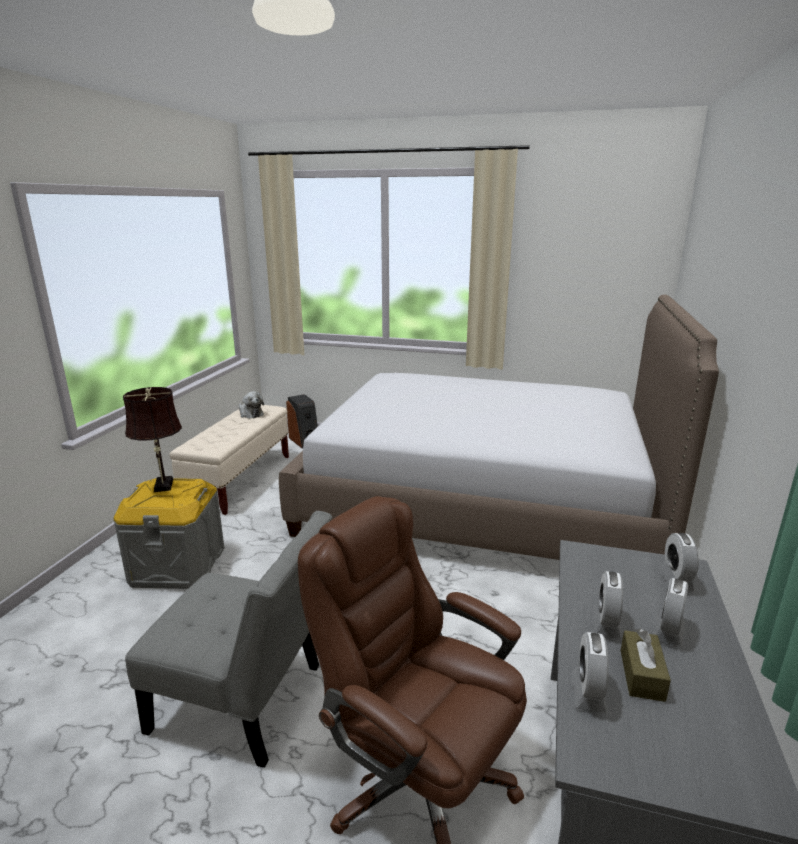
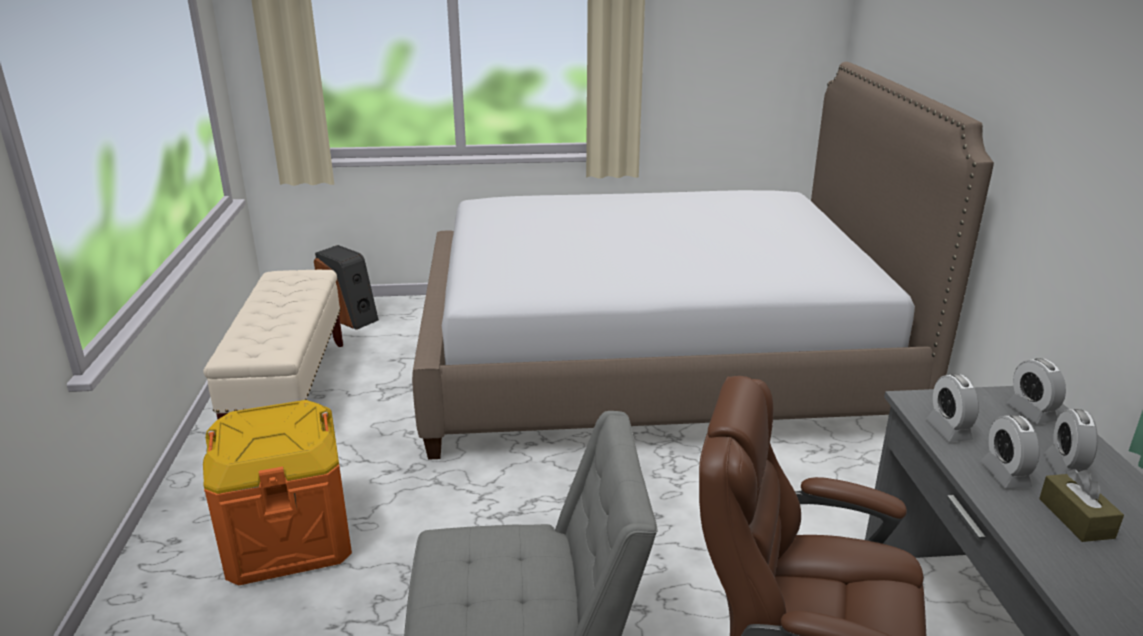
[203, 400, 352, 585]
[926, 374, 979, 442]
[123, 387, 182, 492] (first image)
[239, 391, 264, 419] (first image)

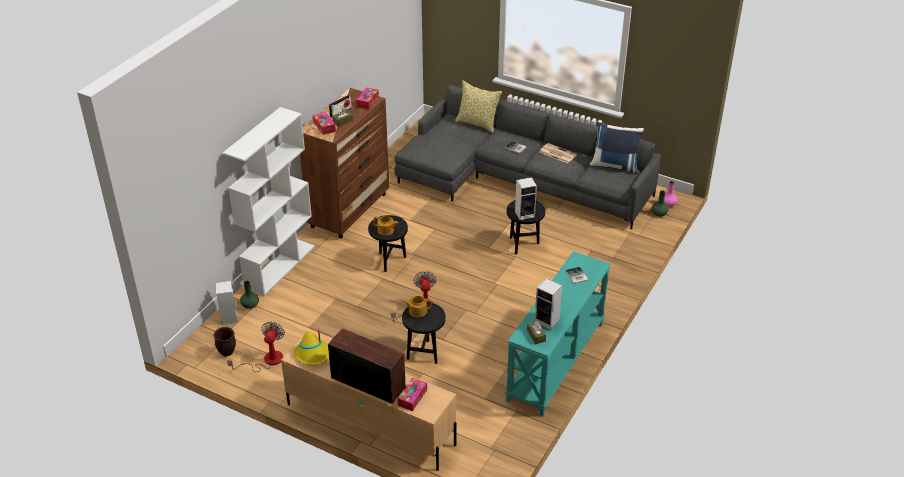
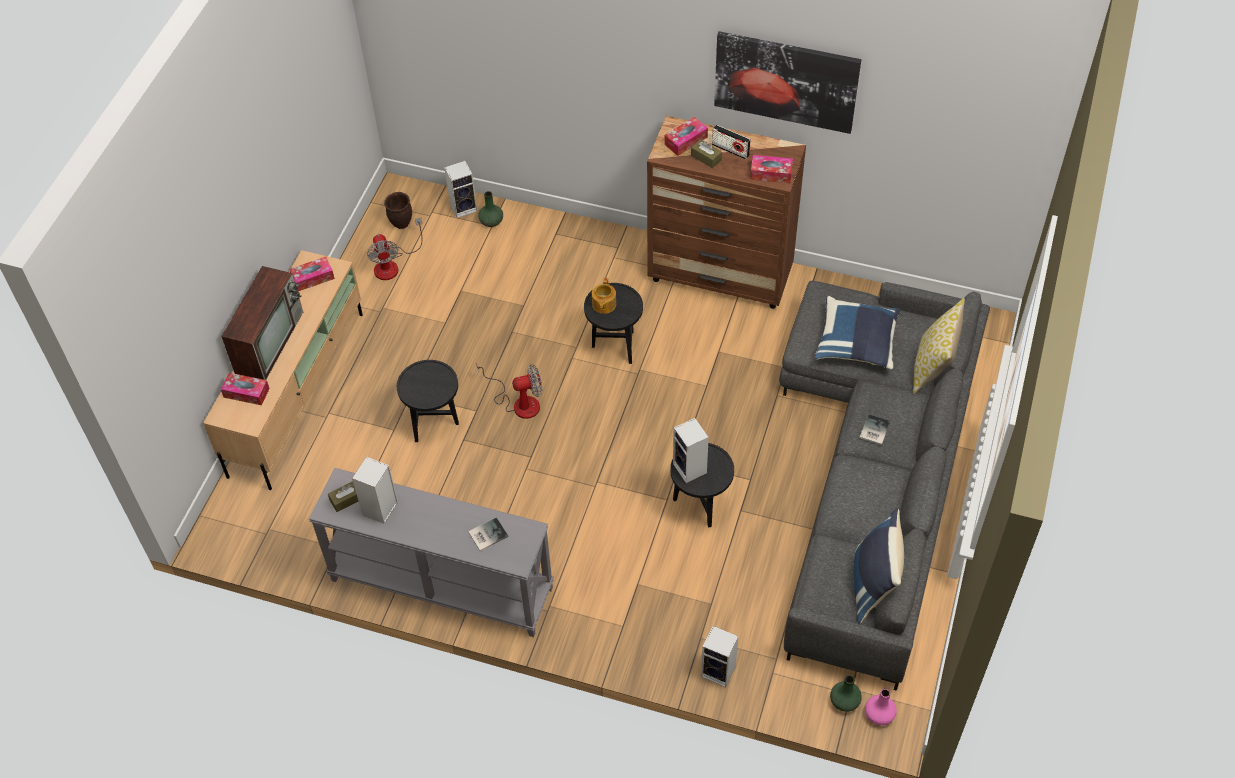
[289, 257, 335, 291]
[309, 468, 554, 637]
[367, 218, 422, 280]
[701, 626, 739, 687]
[714, 31, 861, 134]
[815, 296, 900, 370]
[223, 107, 315, 296] (first image)
[403, 296, 431, 318] (first image)
[539, 143, 577, 164] (first image)

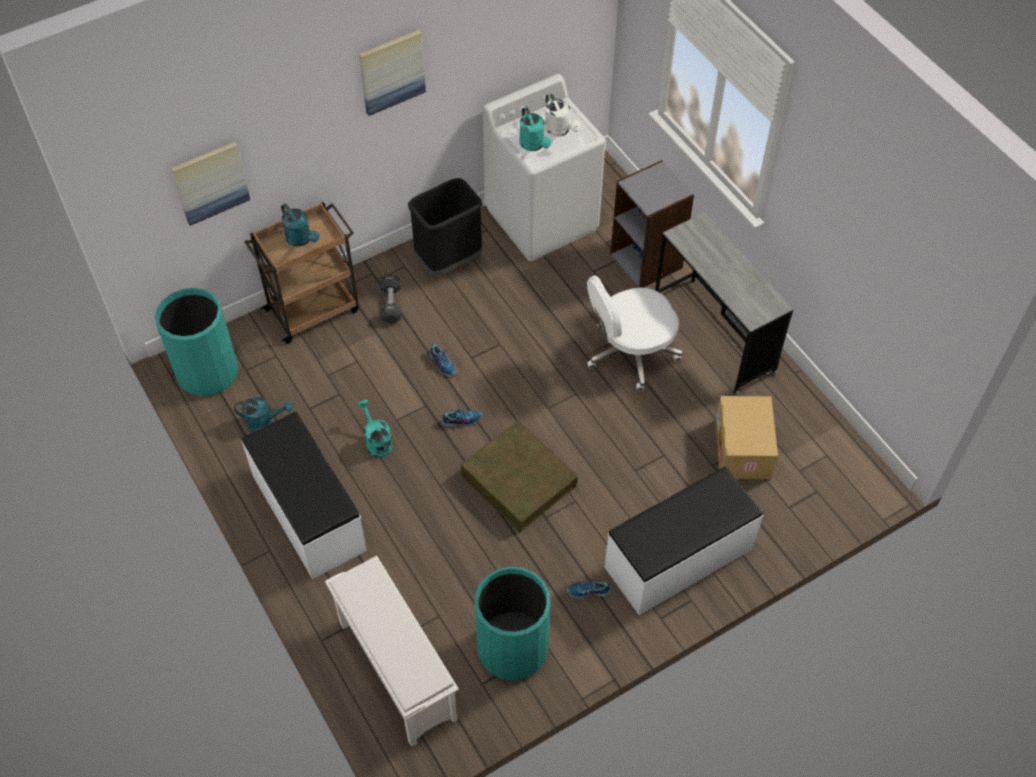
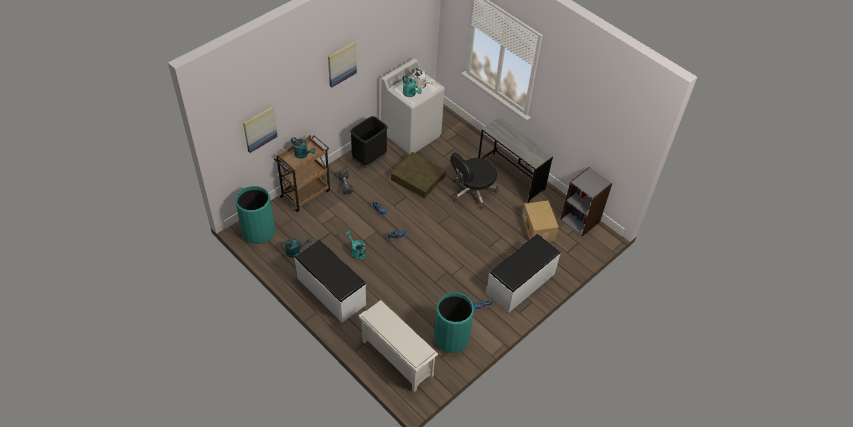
[391, 152, 446, 199]
[451, 153, 498, 209]
[560, 167, 612, 237]

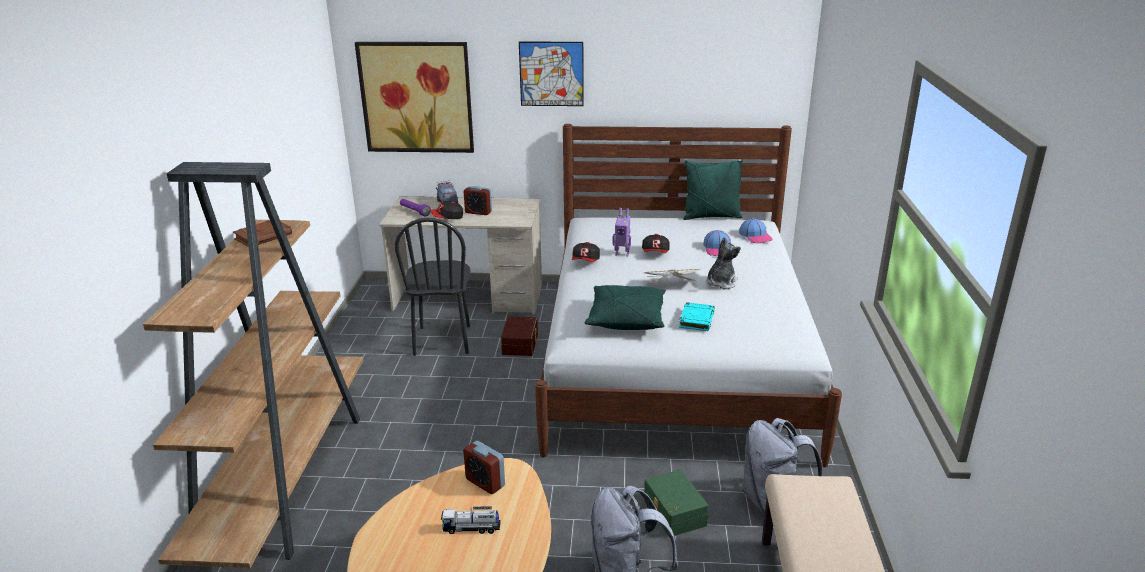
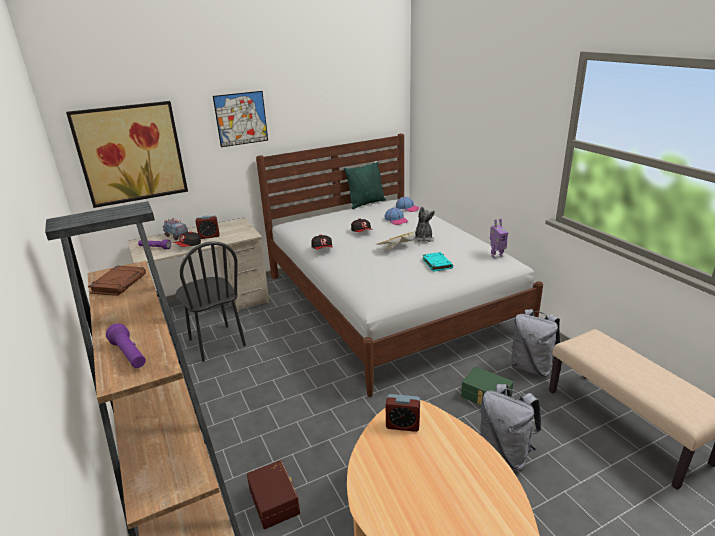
[106, 323, 146, 368]
[247, 460, 300, 529]
[490, 219, 508, 259]
[441, 506, 501, 534] (first image)
[584, 285, 666, 330] (first image)

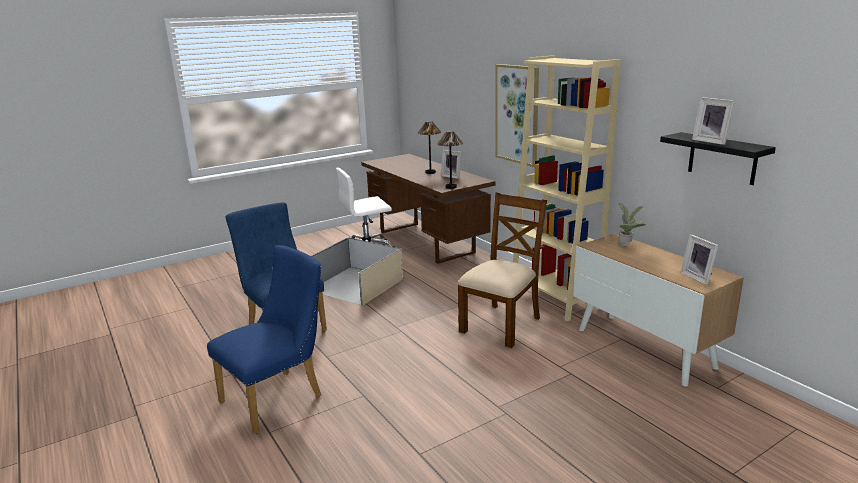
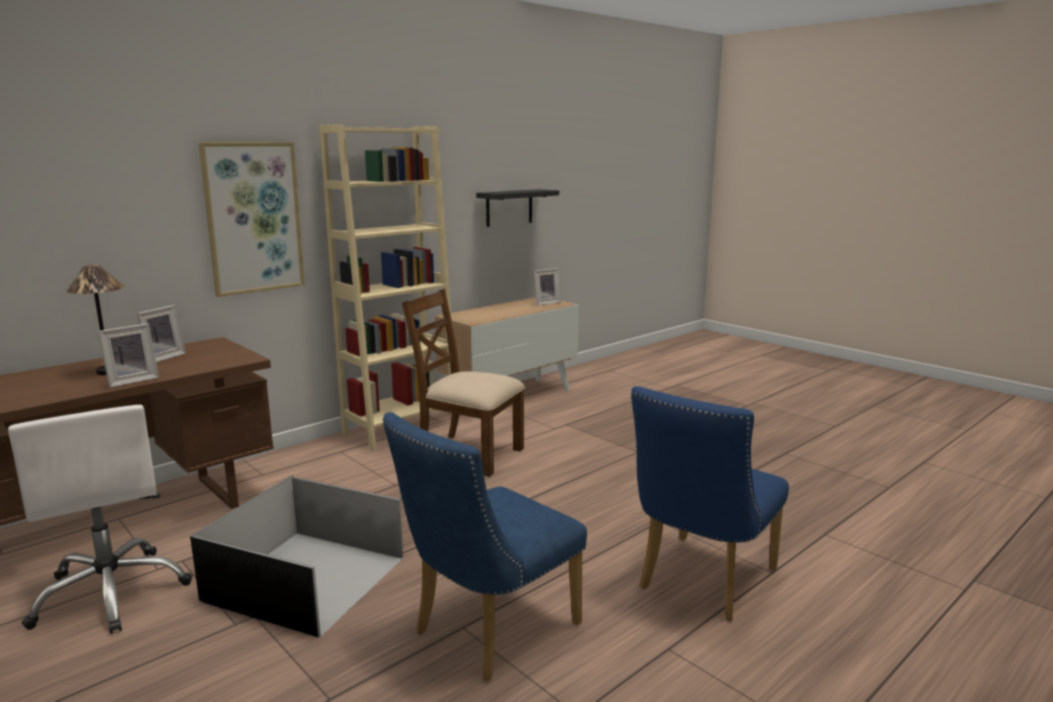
[98, 323, 159, 388]
[190, 475, 404, 637]
[631, 386, 789, 621]
[437, 131, 463, 189] (first image)
[618, 203, 646, 246] (first image)

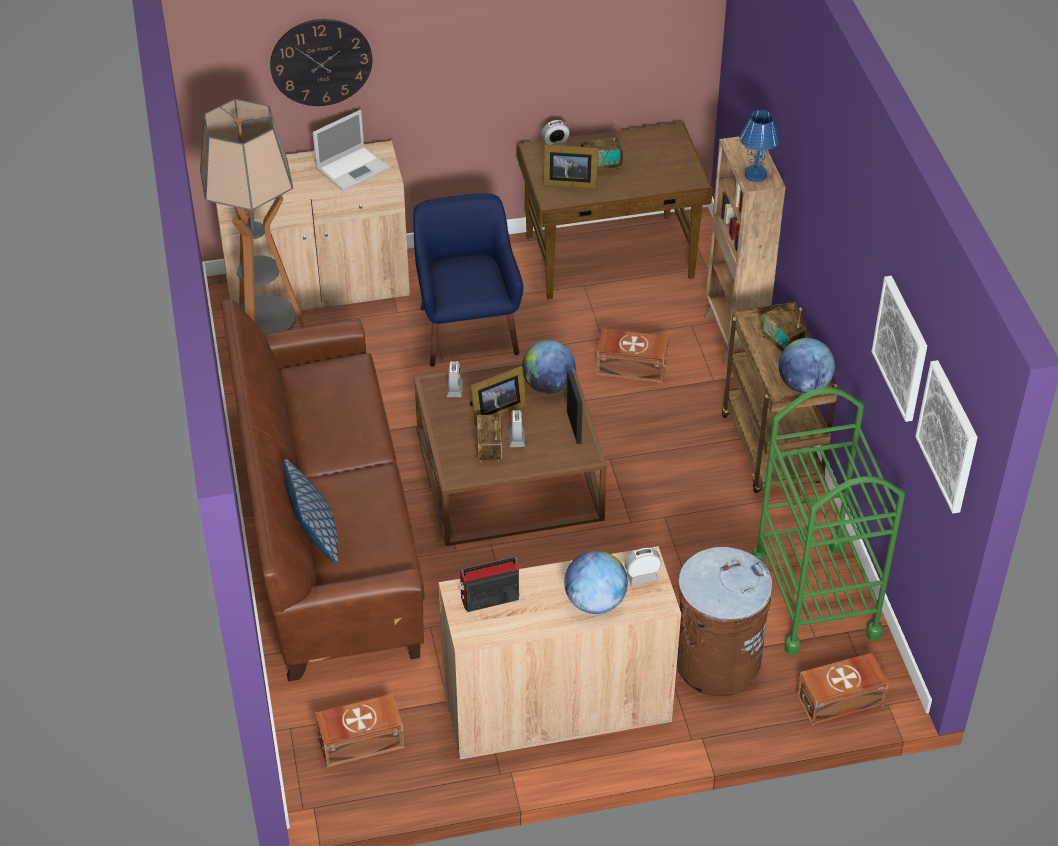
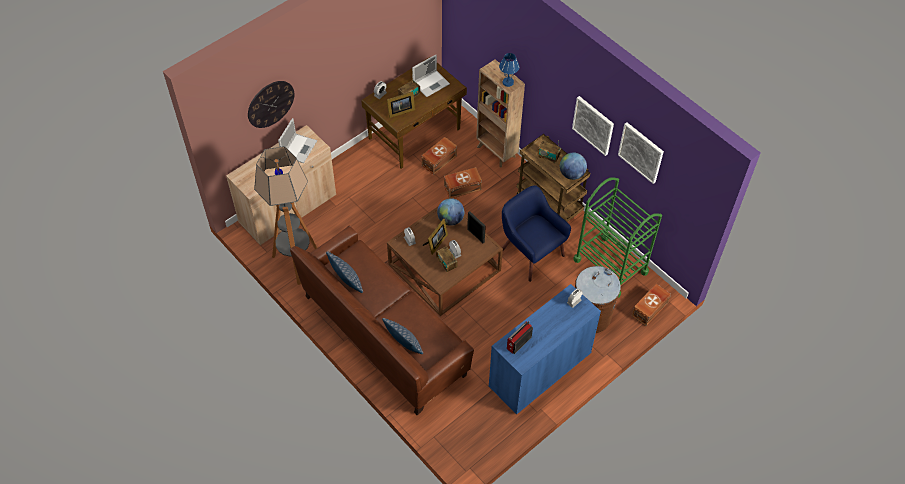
[326, 251, 363, 293]
[412, 55, 450, 97]
[422, 137, 457, 175]
[489, 284, 601, 415]
[502, 185, 571, 282]
[572, 96, 614, 156]
[564, 551, 628, 614] (first image)

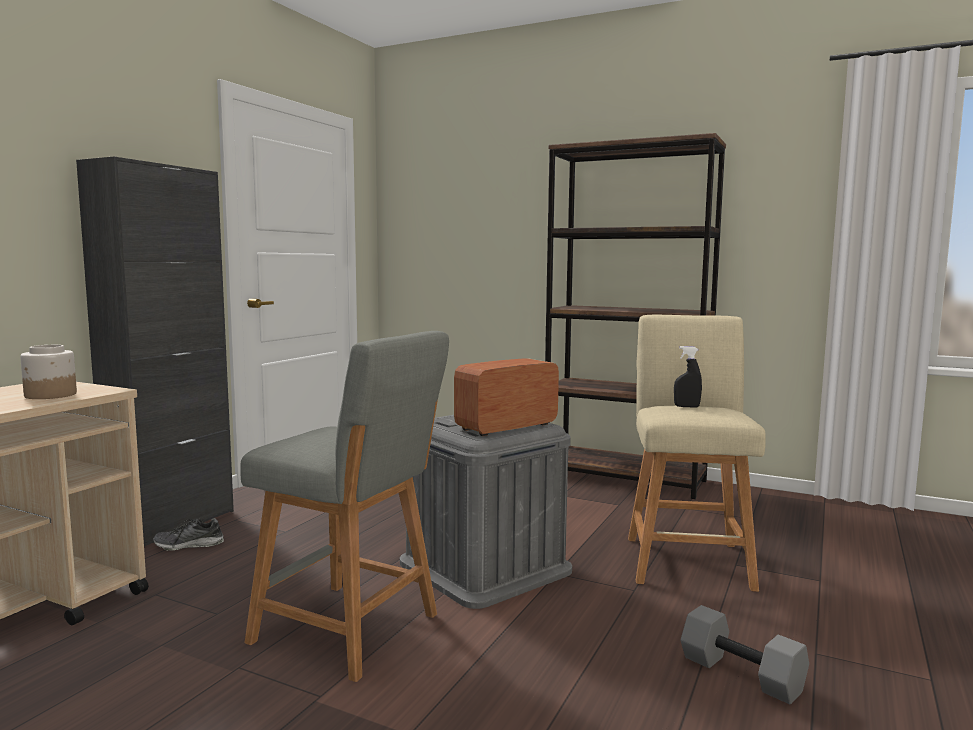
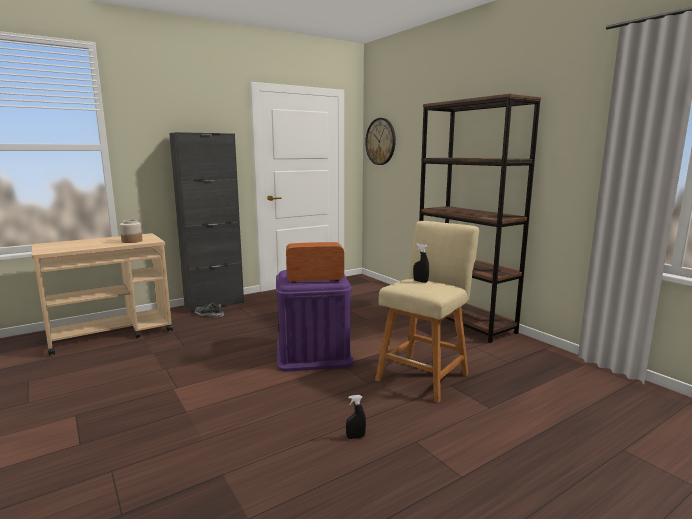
[276, 270, 354, 372]
[346, 395, 366, 439]
[365, 118, 396, 165]
[241, 331, 449, 682] (first image)

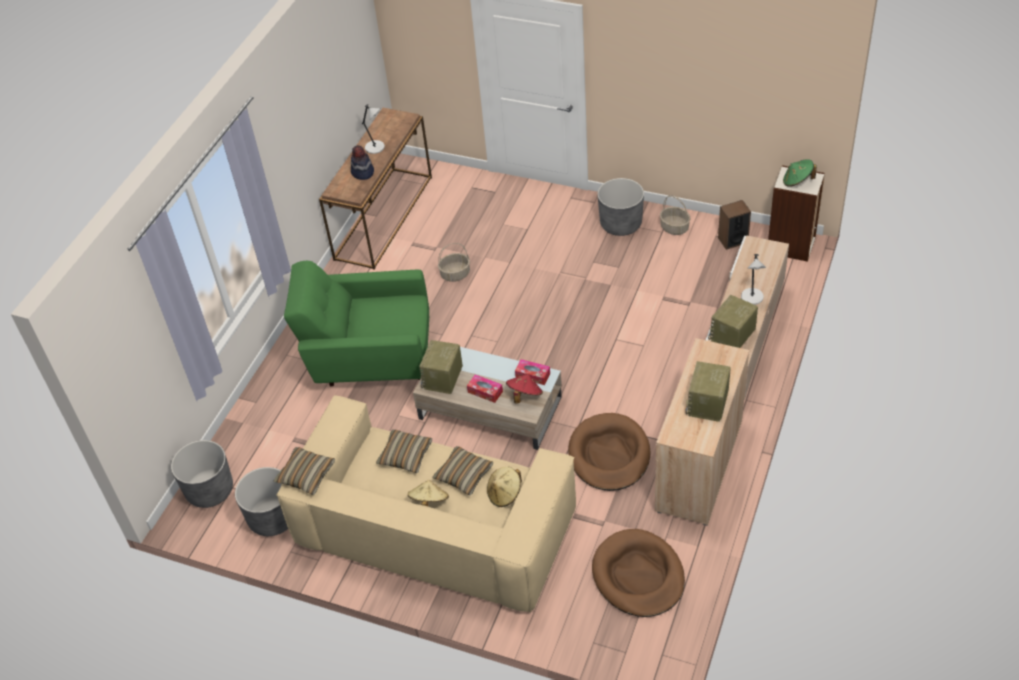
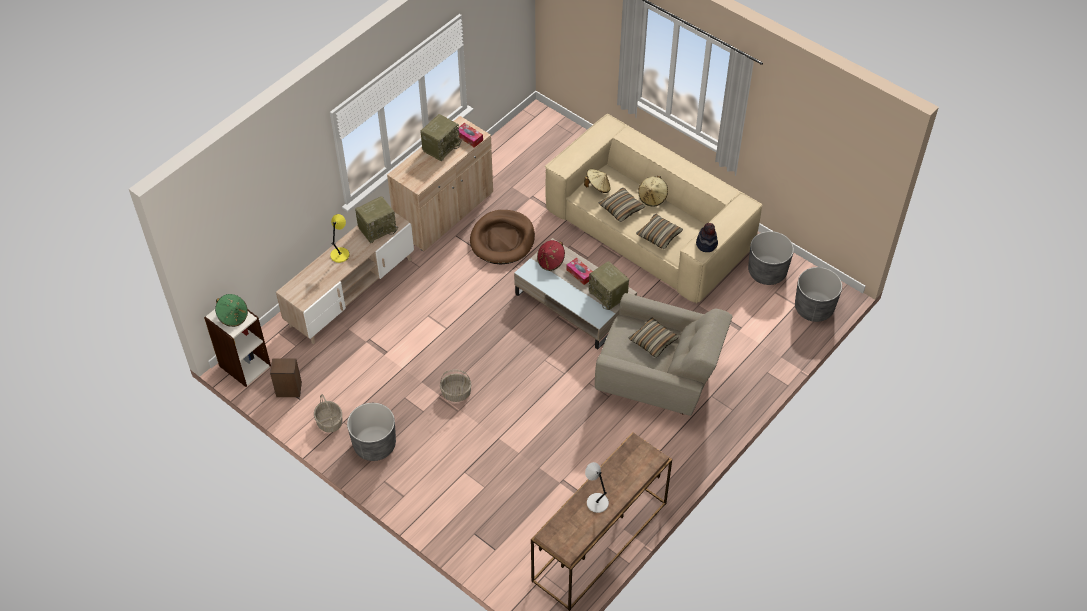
[330, 214, 350, 263]
[440, 370, 472, 402]
[458, 123, 483, 148]
[589, 261, 629, 310]
[595, 293, 732, 416]
[629, 317, 679, 358]
[696, 223, 718, 252]
[592, 529, 685, 617] (first image)

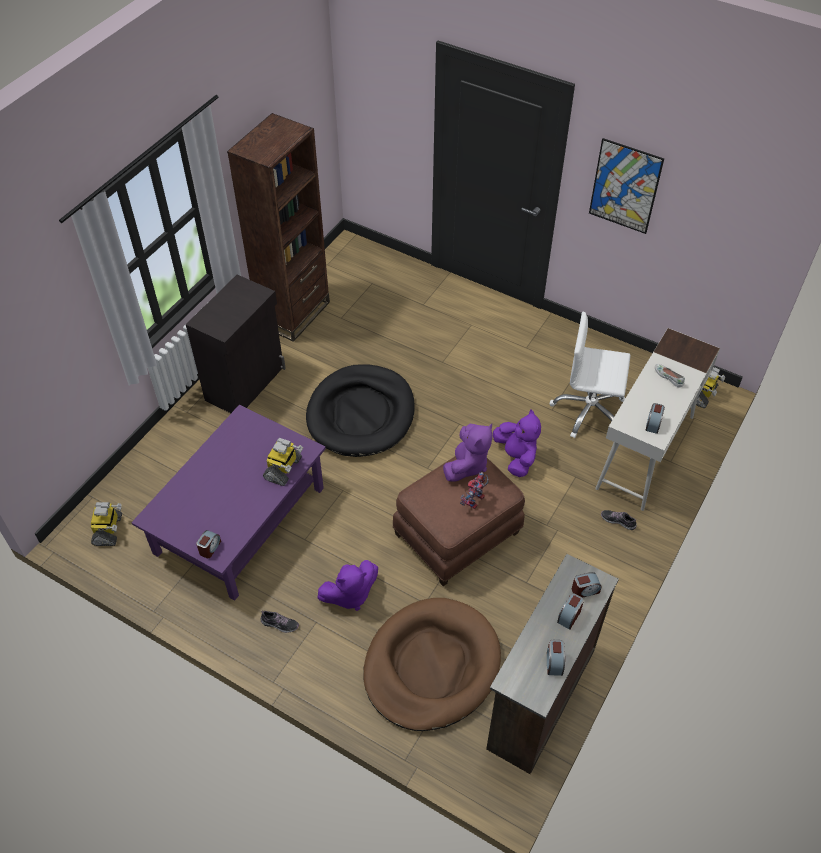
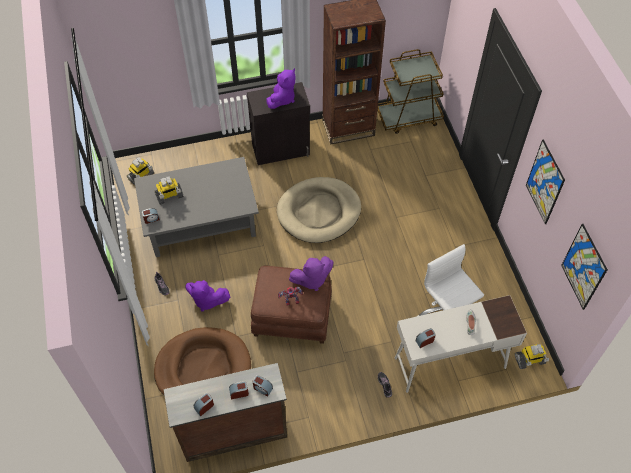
[134, 157, 259, 257]
[155, 176, 184, 205]
[266, 68, 296, 109]
[277, 177, 361, 243]
[377, 49, 444, 134]
[561, 224, 608, 310]

